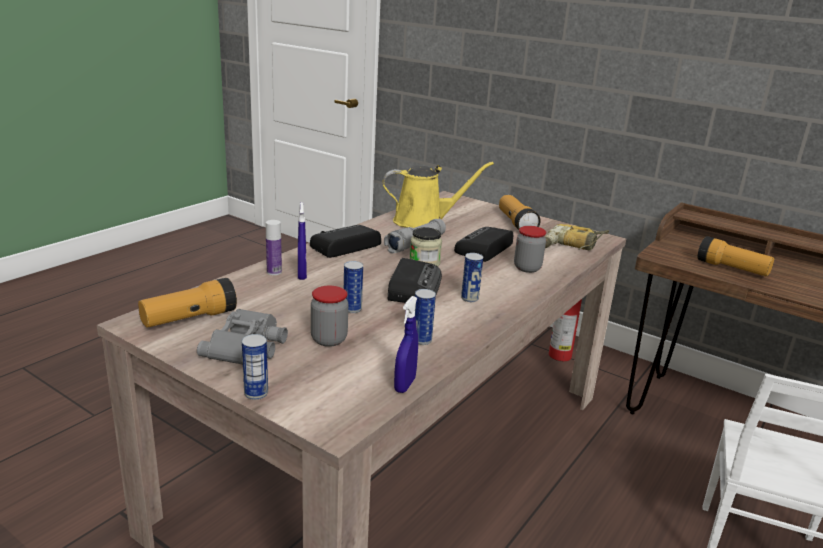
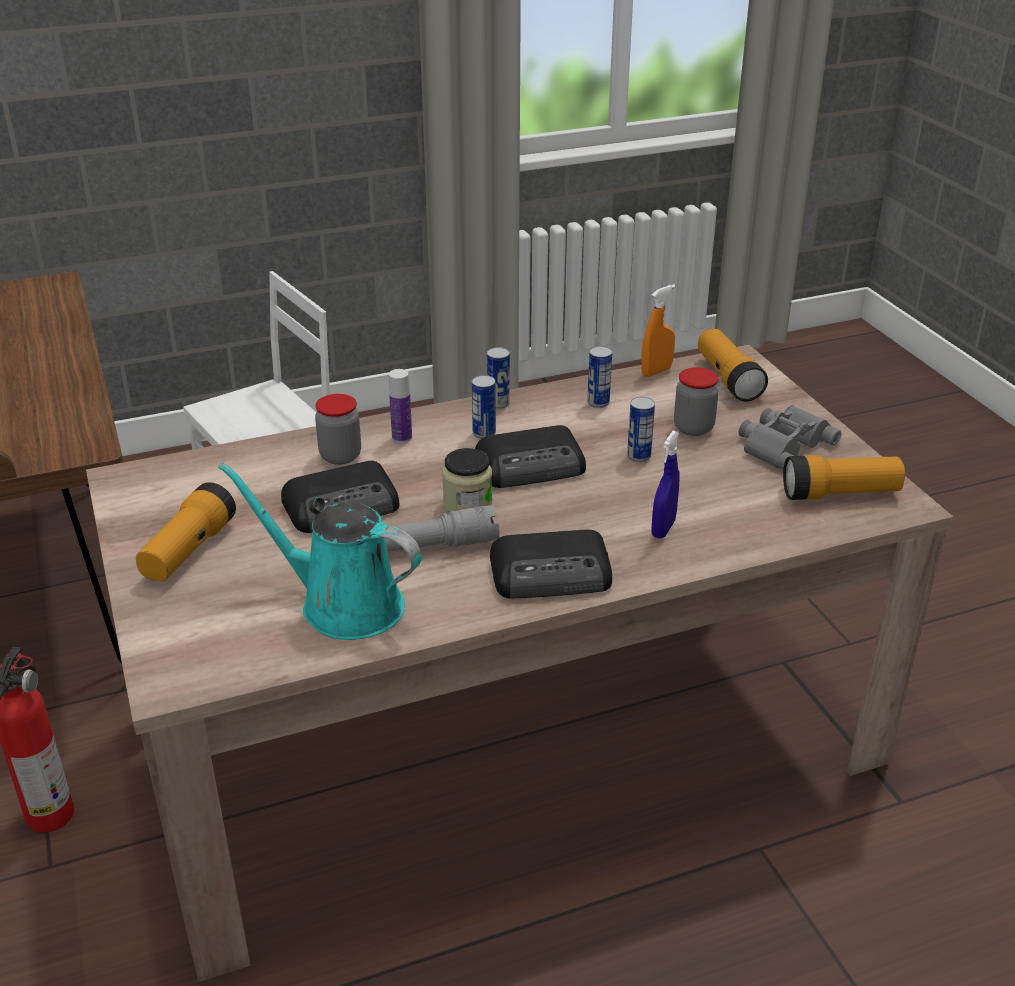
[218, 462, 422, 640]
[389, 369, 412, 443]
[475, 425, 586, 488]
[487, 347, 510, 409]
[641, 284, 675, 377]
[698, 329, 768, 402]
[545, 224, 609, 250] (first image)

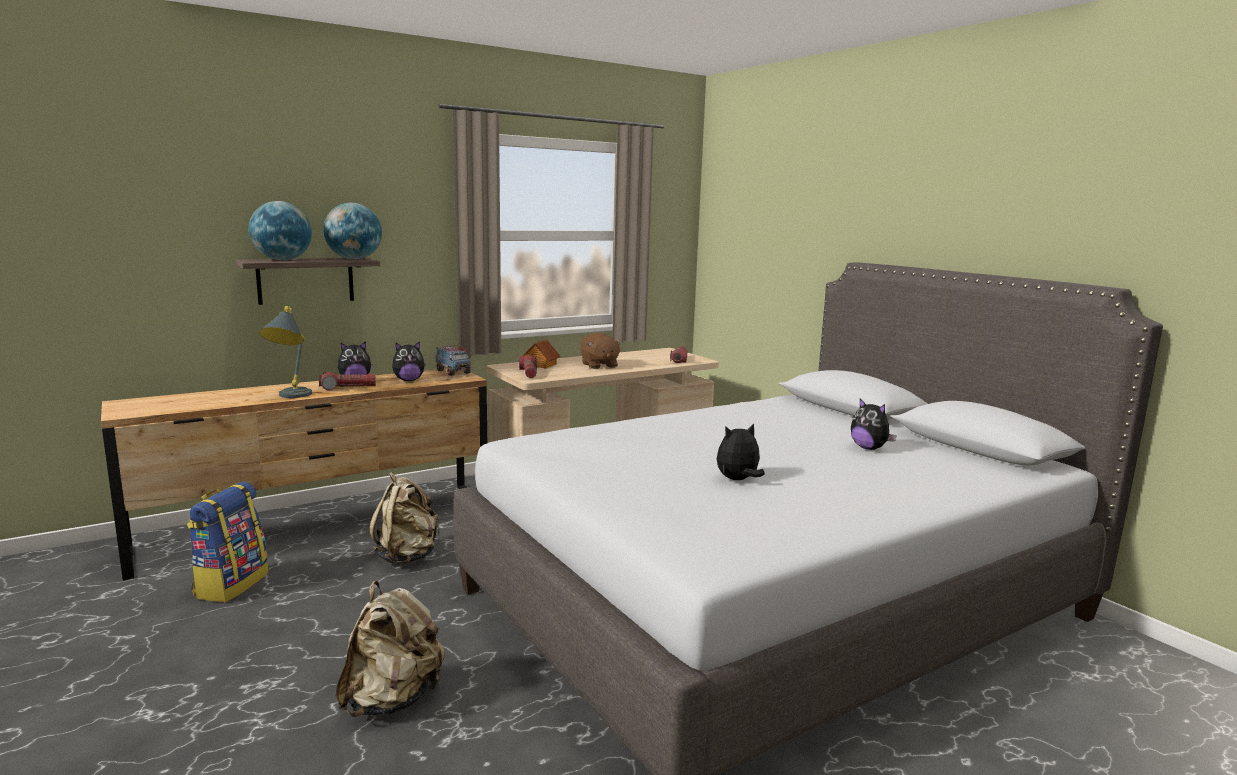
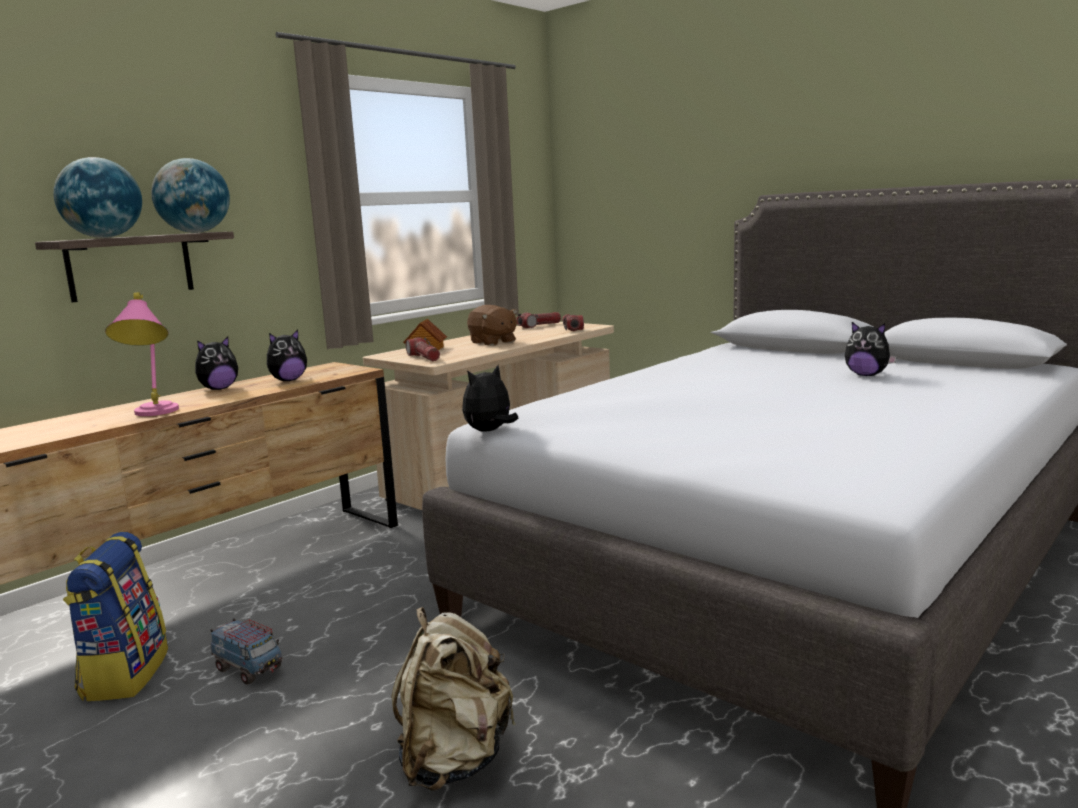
[105, 292, 179, 416]
[210, 618, 283, 685]
[462, 365, 518, 431]
[516, 312, 561, 328]
[369, 472, 440, 564] (first image)

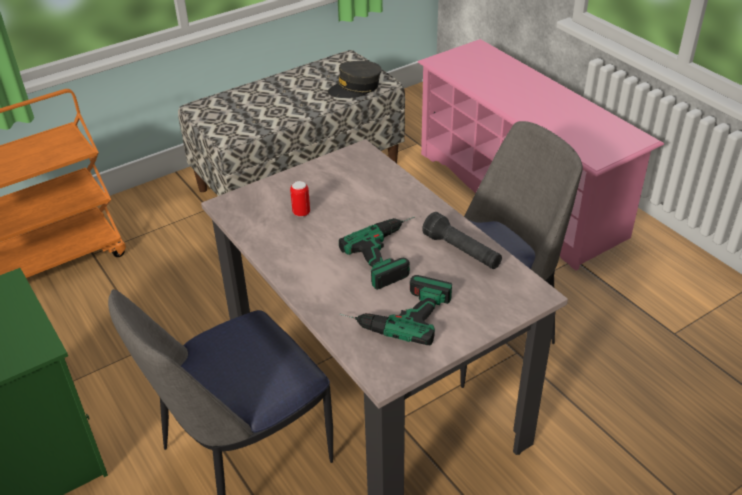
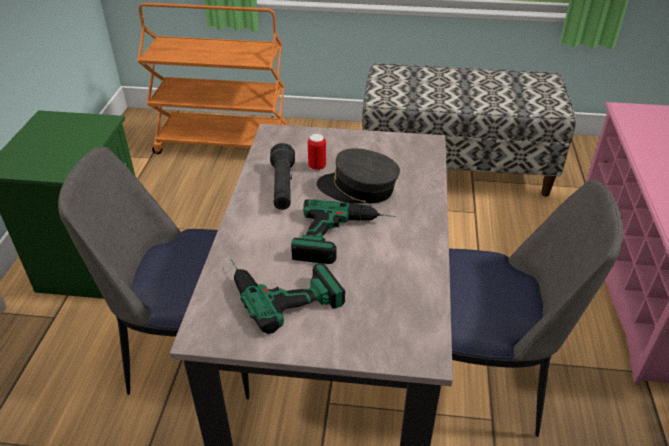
[270, 143, 295, 210]
[316, 148, 400, 203]

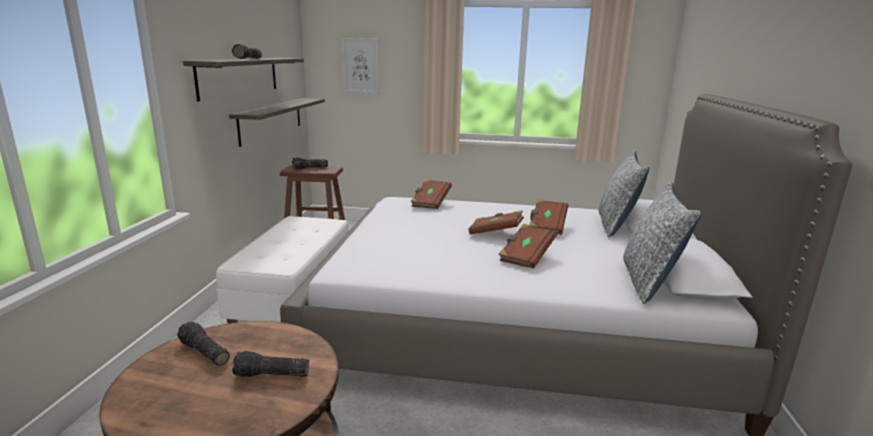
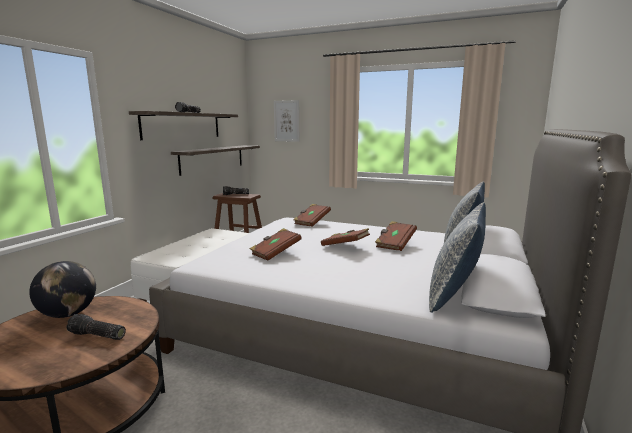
[29, 261, 96, 318]
[250, 228, 302, 261]

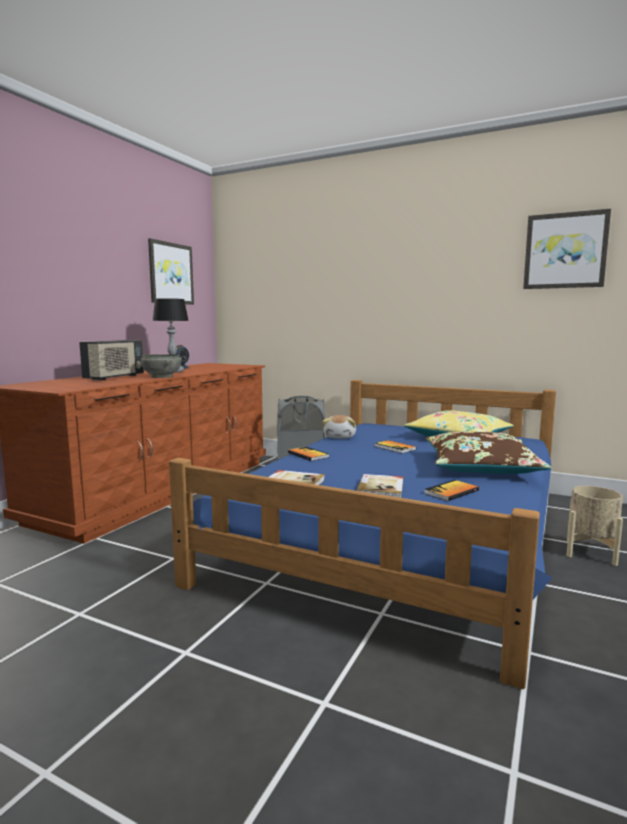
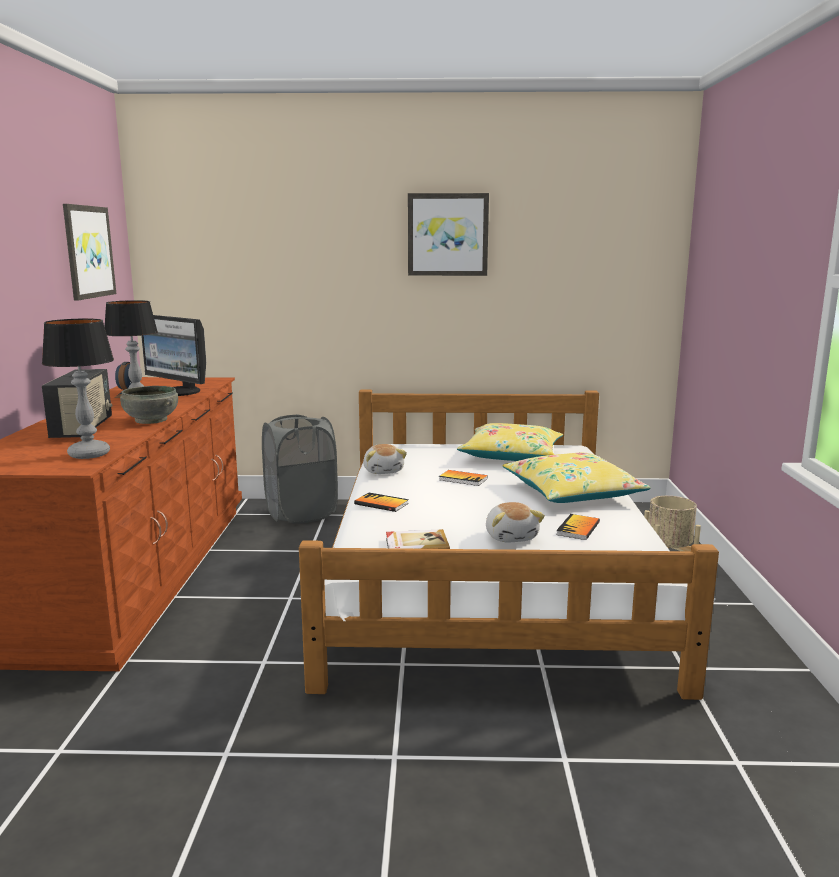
[42, 319, 114, 459]
[141, 315, 206, 396]
[299, 389, 719, 700]
[408, 193, 489, 276]
[486, 502, 545, 542]
[503, 453, 651, 503]

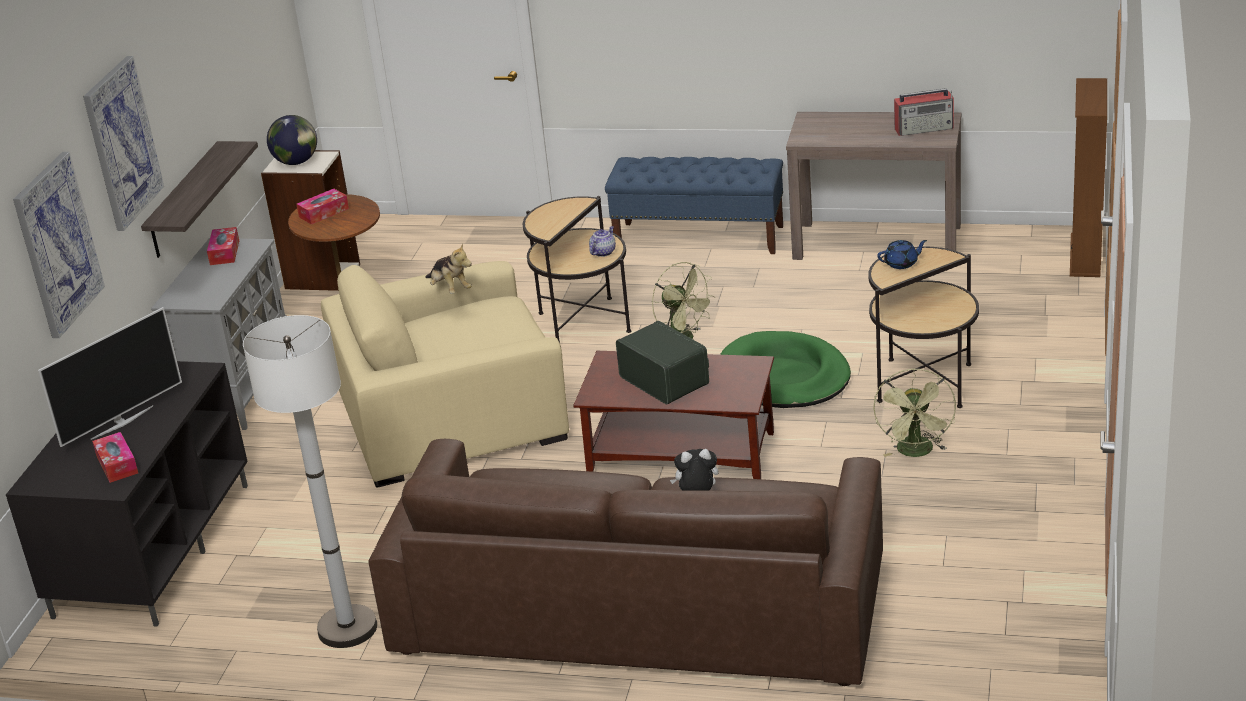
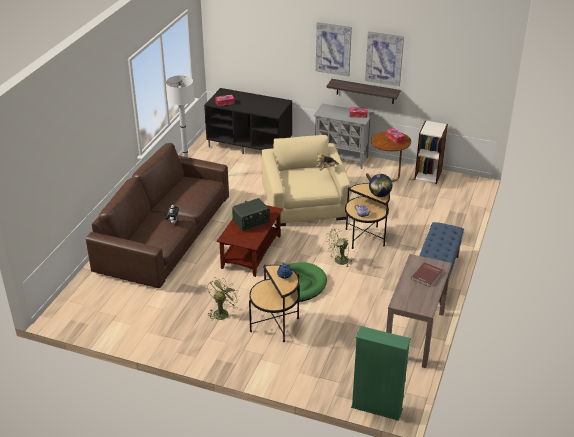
[207, 278, 240, 321]
[351, 326, 411, 421]
[365, 31, 404, 86]
[369, 174, 392, 197]
[411, 262, 443, 287]
[38, 307, 182, 447] (first image)
[894, 88, 954, 136] (first image)

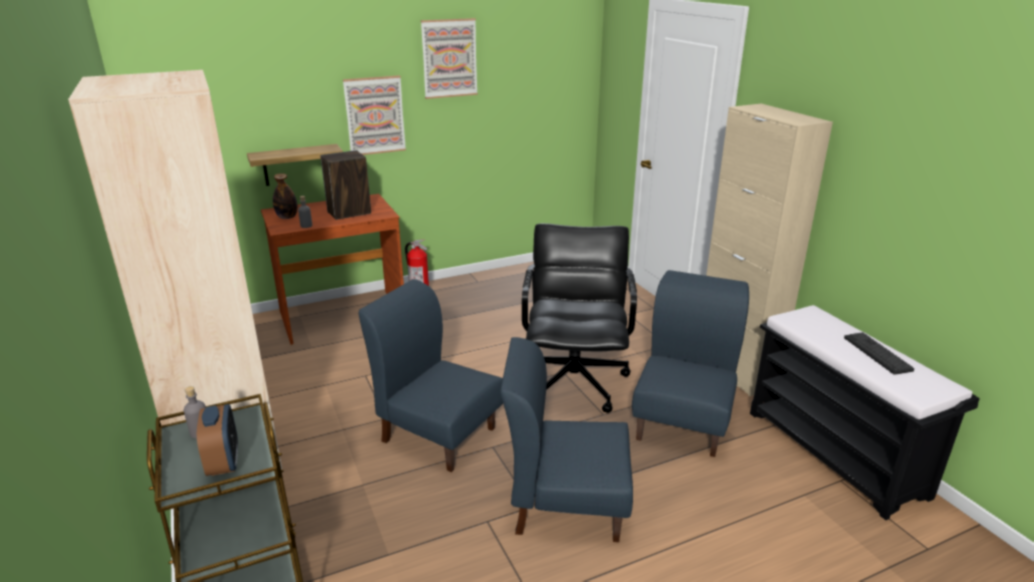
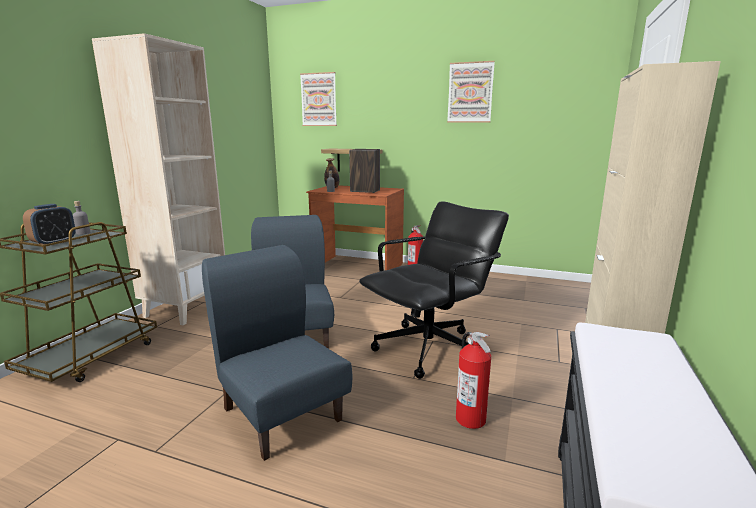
[300, 72, 337, 126]
[456, 332, 491, 429]
[844, 332, 914, 375] (first image)

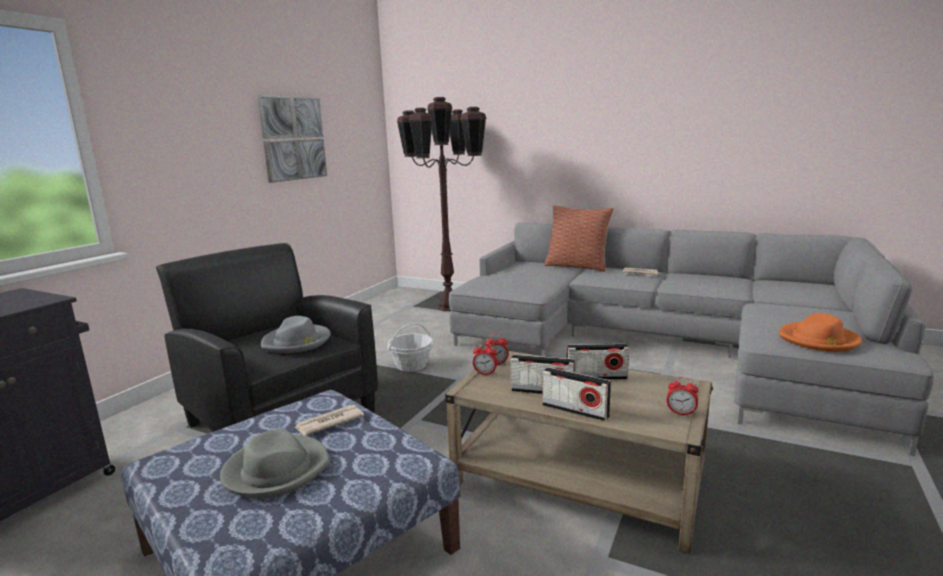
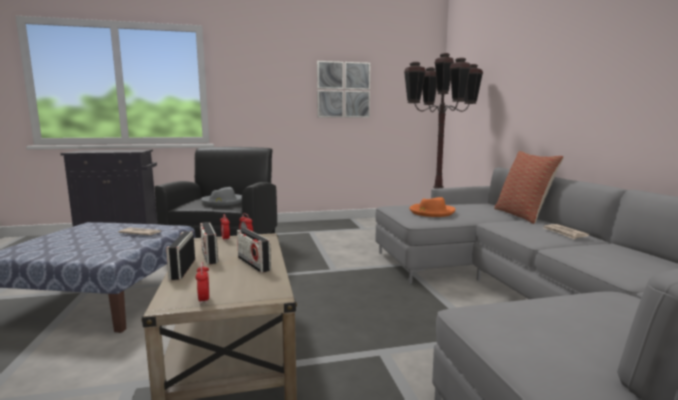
[409, 197, 455, 217]
[220, 429, 330, 499] (first image)
[387, 323, 433, 372] (first image)

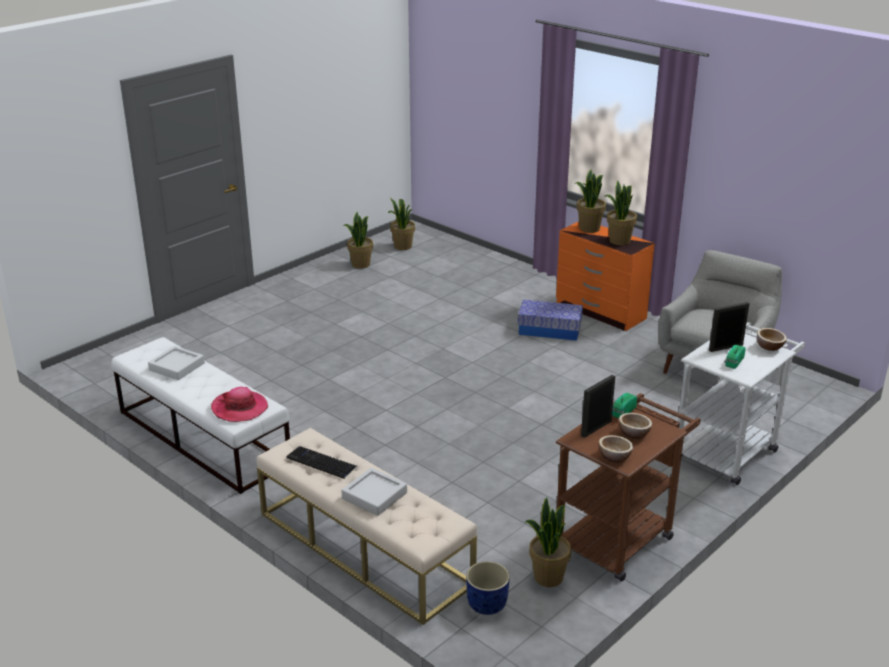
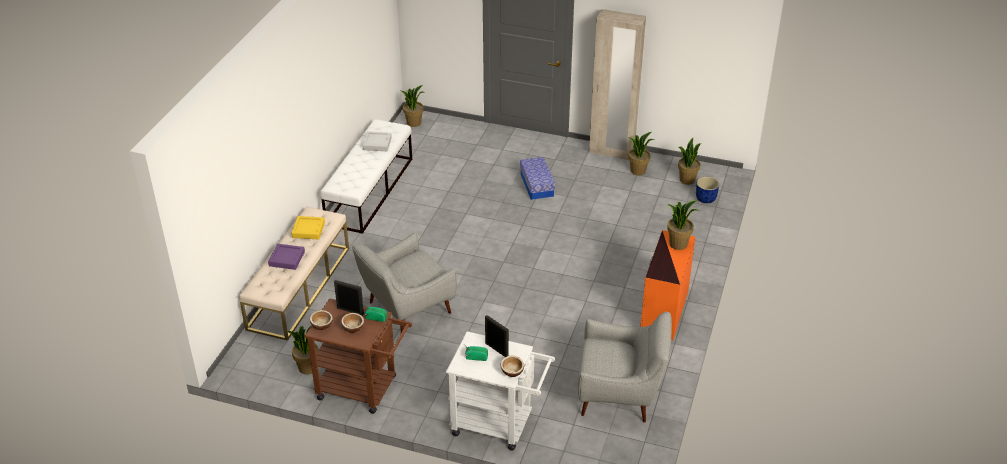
[268, 244, 305, 270]
[292, 216, 325, 239]
[352, 233, 457, 333]
[401, 85, 426, 127]
[520, 157, 555, 200]
[589, 9, 646, 161]
[696, 177, 719, 203]
[211, 387, 268, 422] (first image)

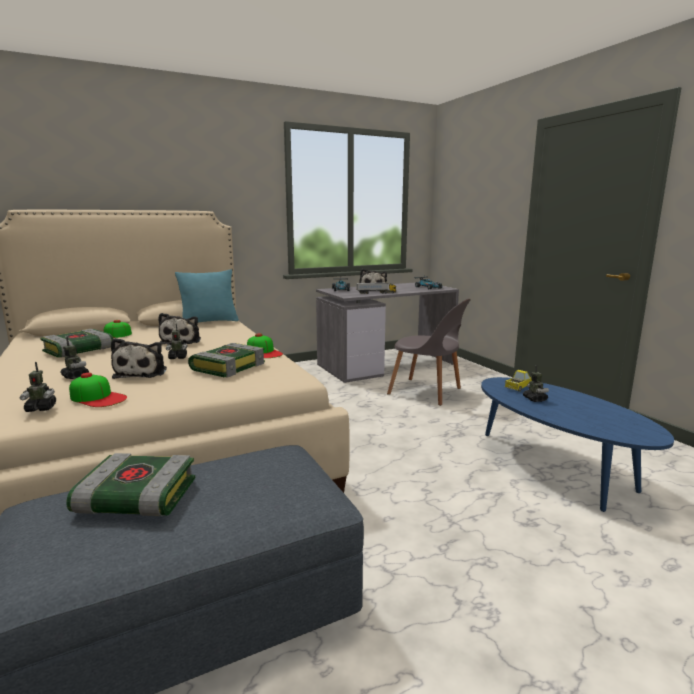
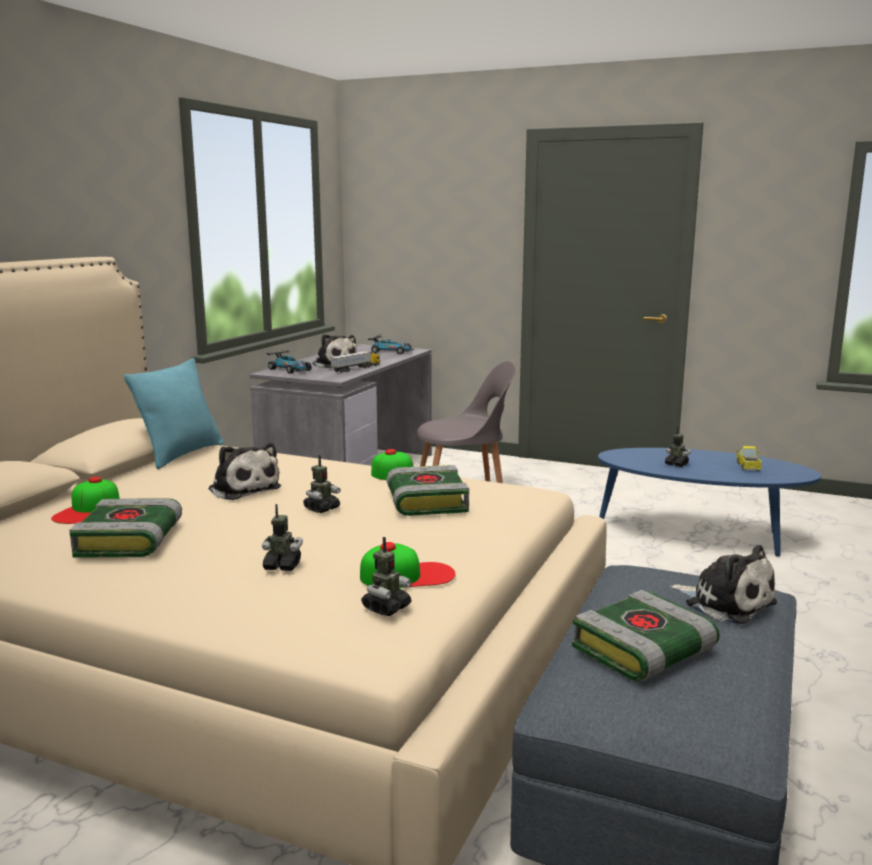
[670, 545, 777, 624]
[736, 446, 762, 471]

